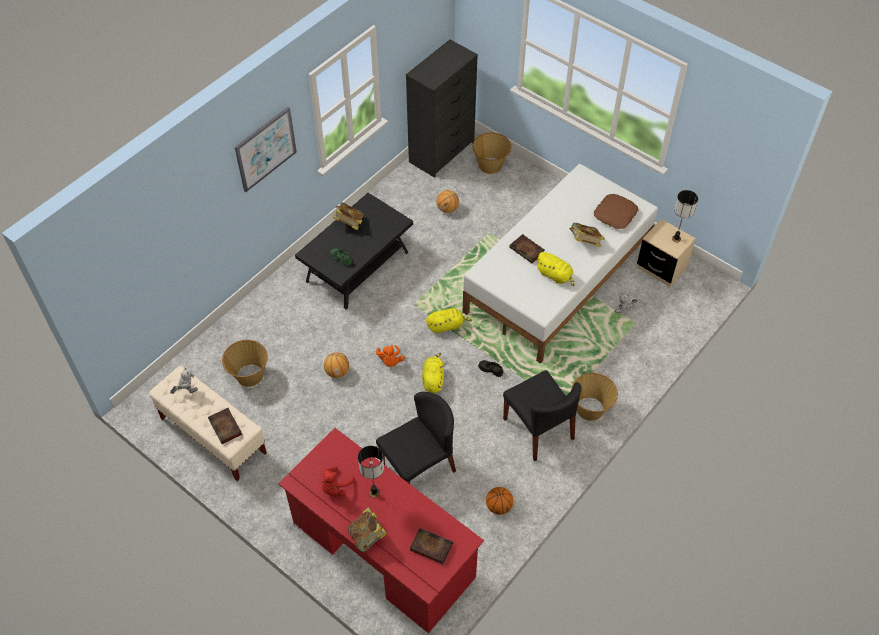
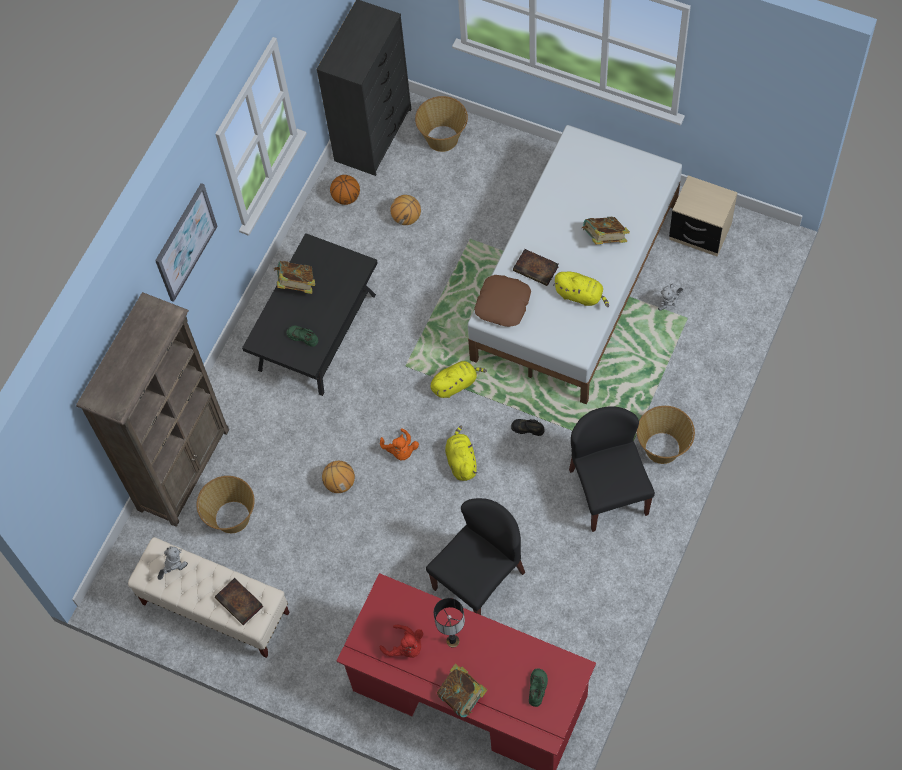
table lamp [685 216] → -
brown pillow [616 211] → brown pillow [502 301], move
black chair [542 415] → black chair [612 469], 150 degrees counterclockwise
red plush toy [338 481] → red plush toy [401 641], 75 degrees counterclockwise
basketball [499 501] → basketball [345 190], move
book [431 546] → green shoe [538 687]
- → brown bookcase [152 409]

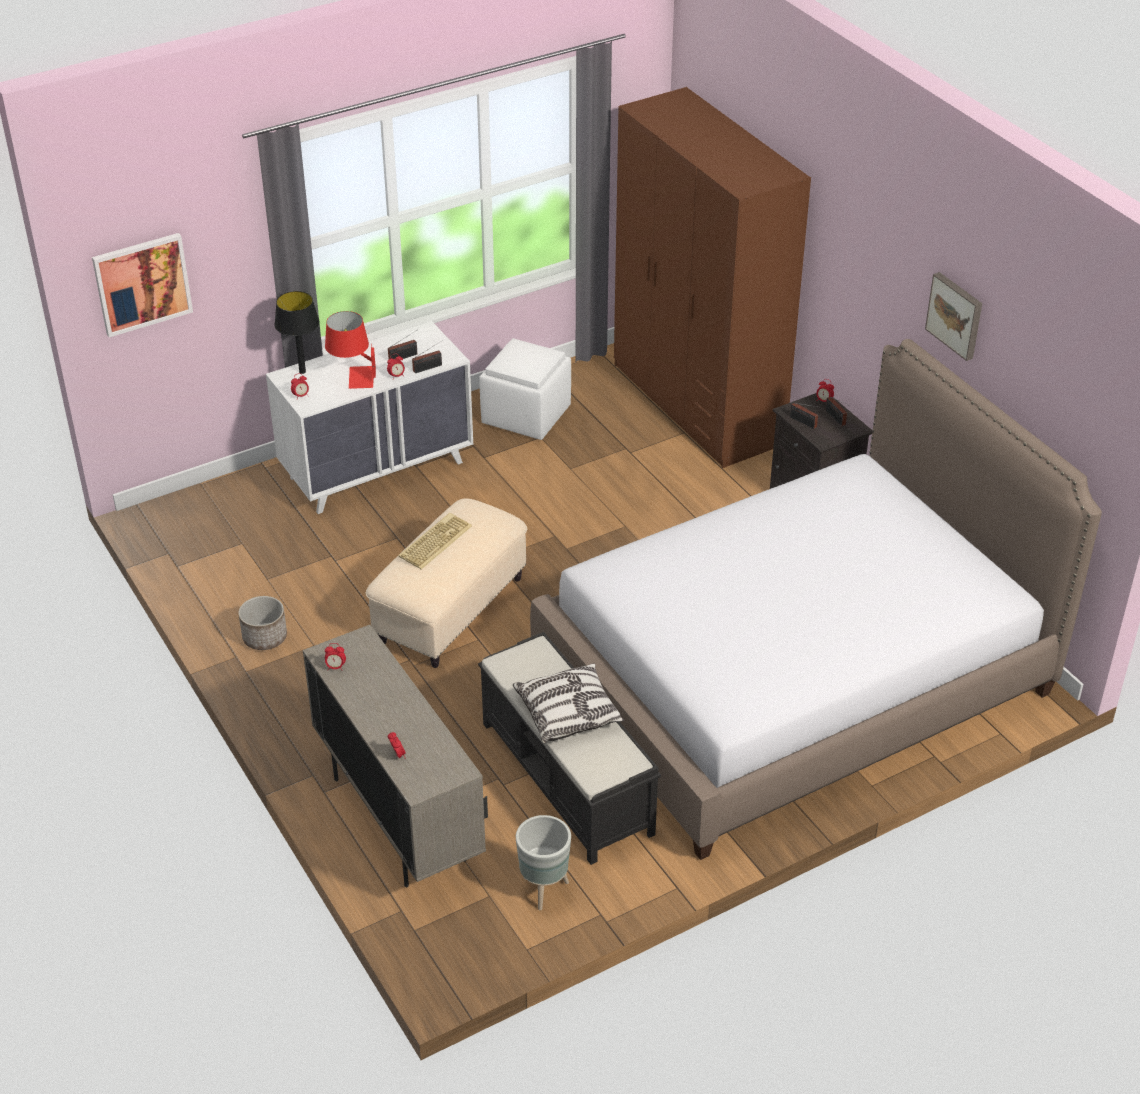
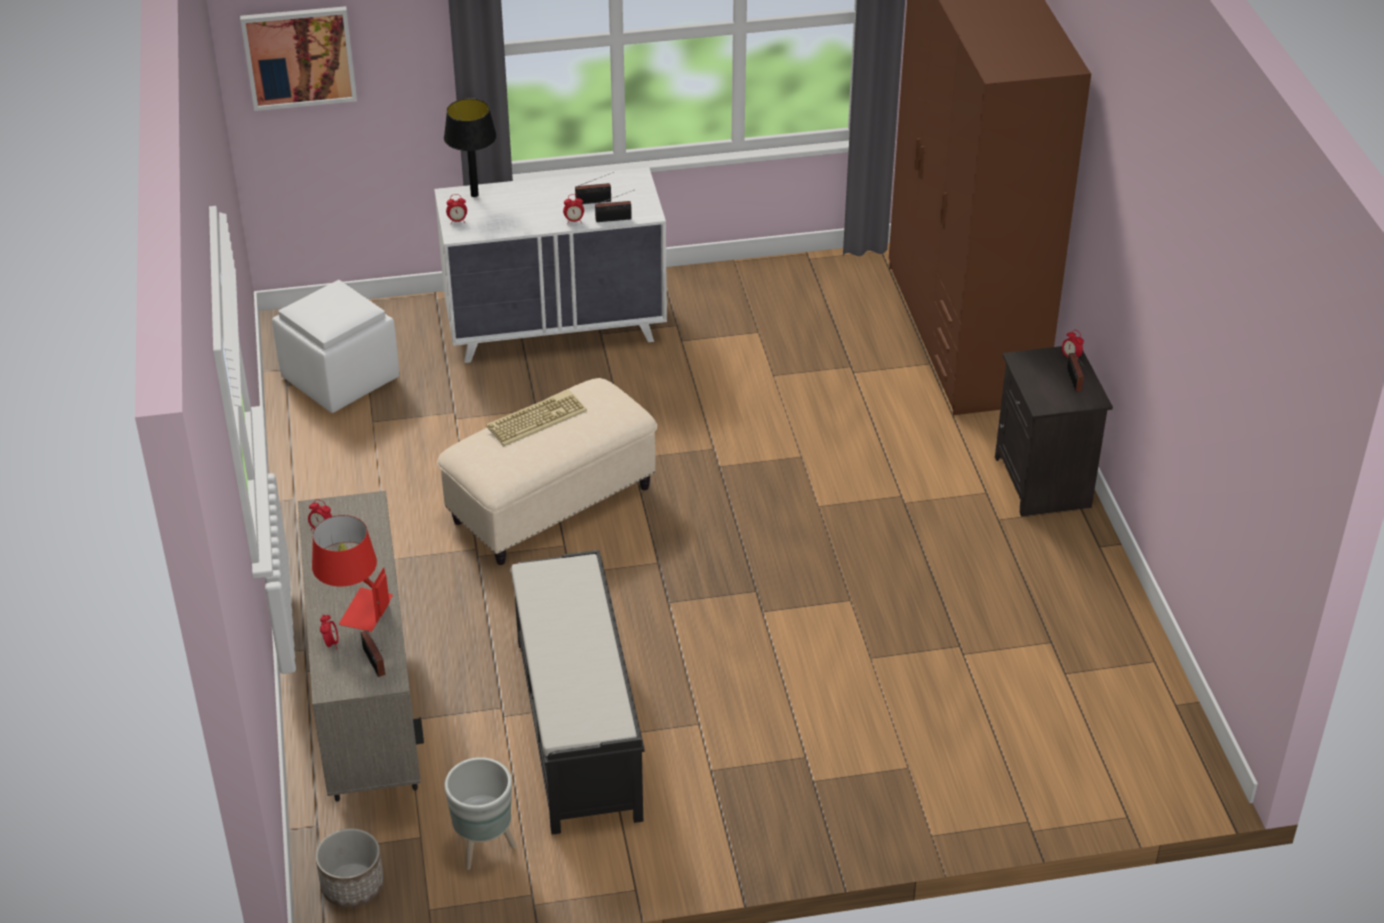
picture [953 316] → -
red table lamp [350 350] → red table lamp [352 573], move
white ottoman [525 389] → white ottoman [336 346], move
bed [816 599] → -
radio [805 416] → radio [373 653], move
planter [262 623] → planter [350 868], move
pillow [568 703] → -

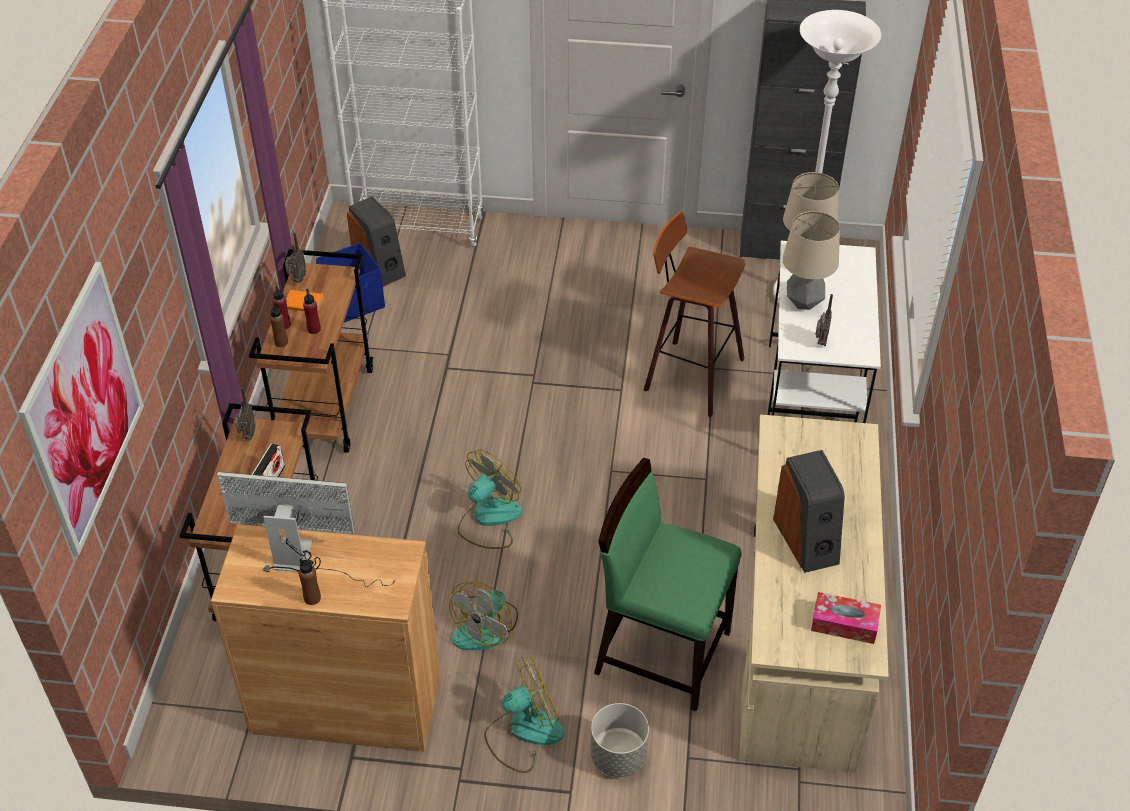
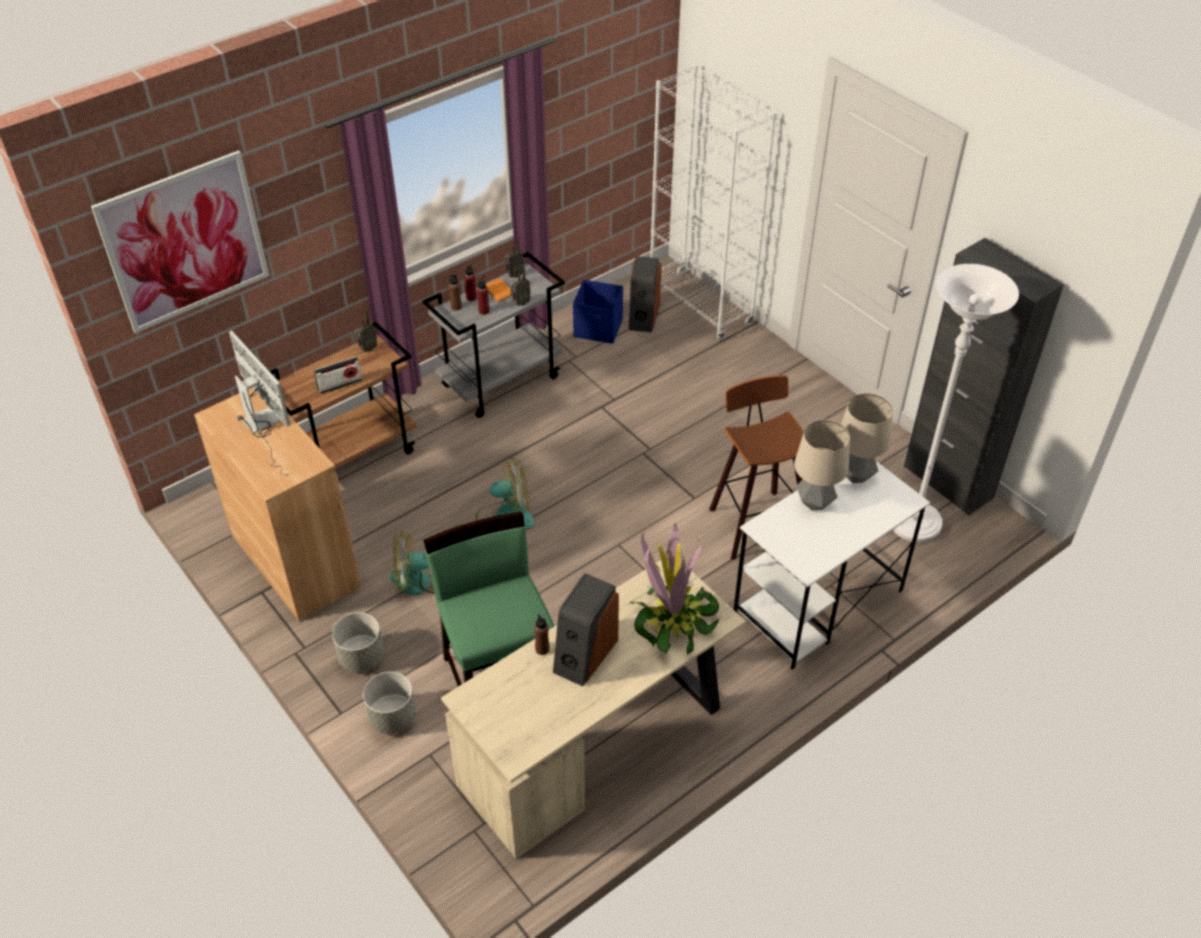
brown cart [311 351] → grey cart [493 335]
radio [824 320] → radio [520 285], move
brown bottle [310 581] → brown bottle [542 634], move
tissue box [846 618] → -
fan [524 714] → grey planter [358 642]
- → potted plant [674 589]

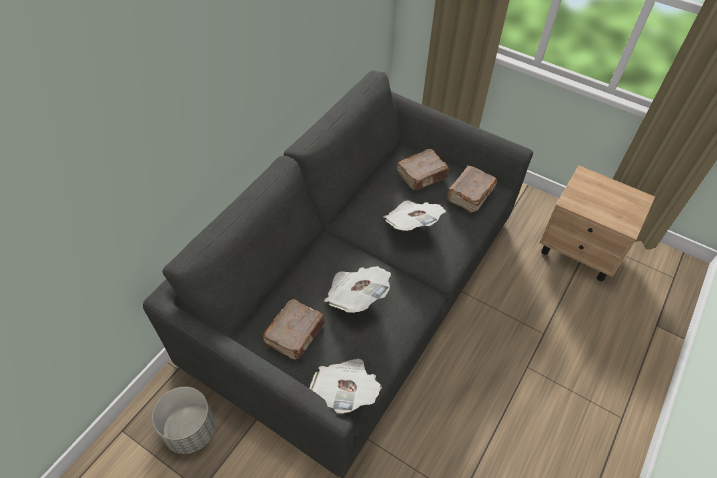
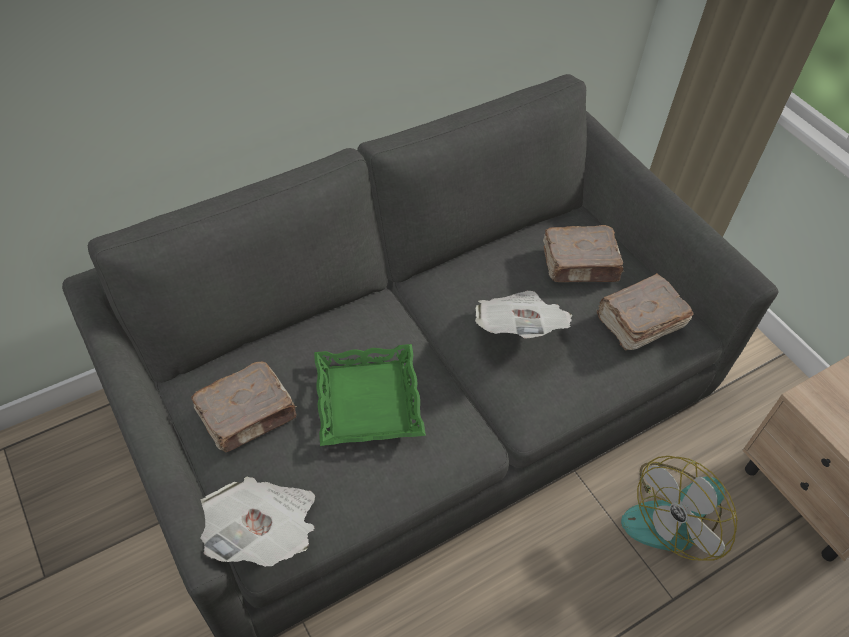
newspaper [358 289] → green tray [370 395]
grey planter [183 420] → -
- → fan [679 508]

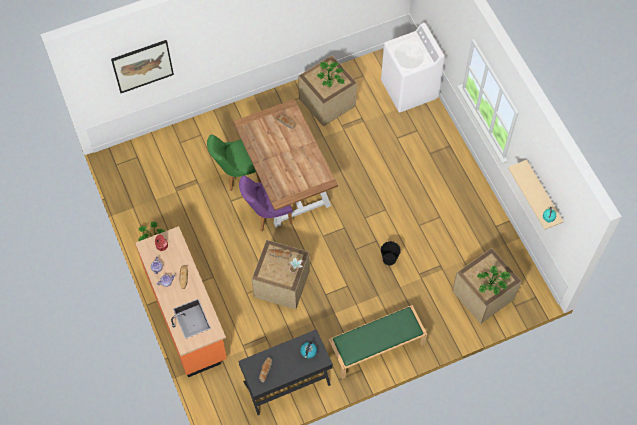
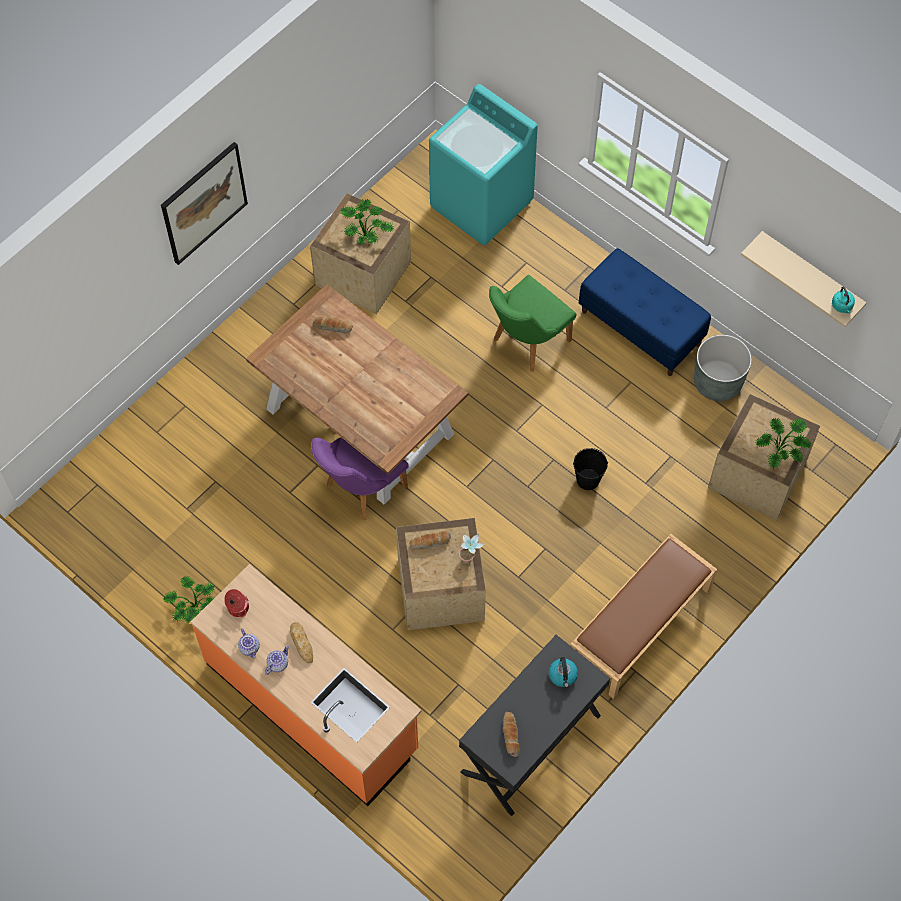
white washing machine [413 68] → turquoise washing machine [483 164]
picture [142 66] → picture [204 203], move
green chair [234 162] → green chair [533 323], move
green bench [377 342] → brown bench [643 616]
- → blue bench [645 312]
- → grey planter [723 368]

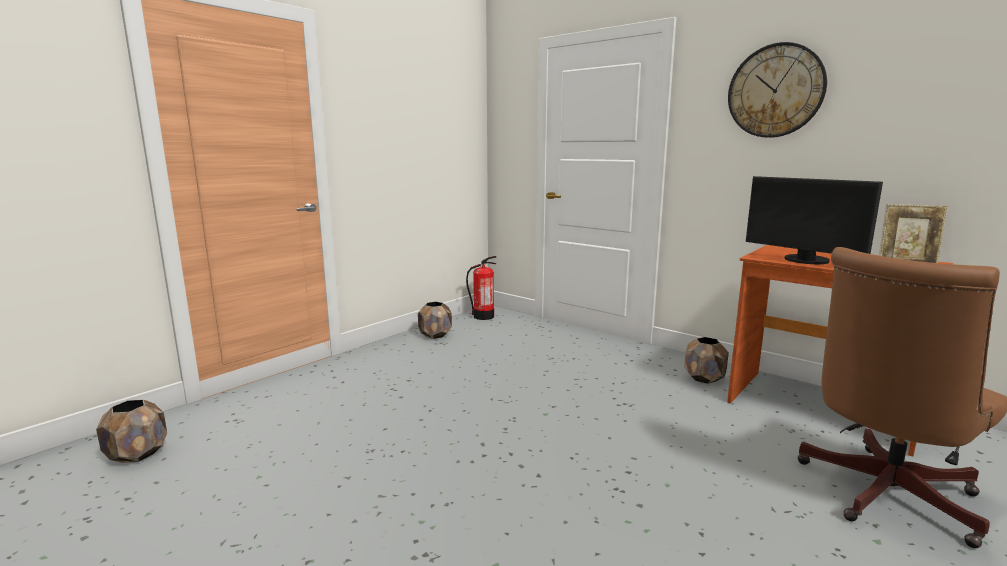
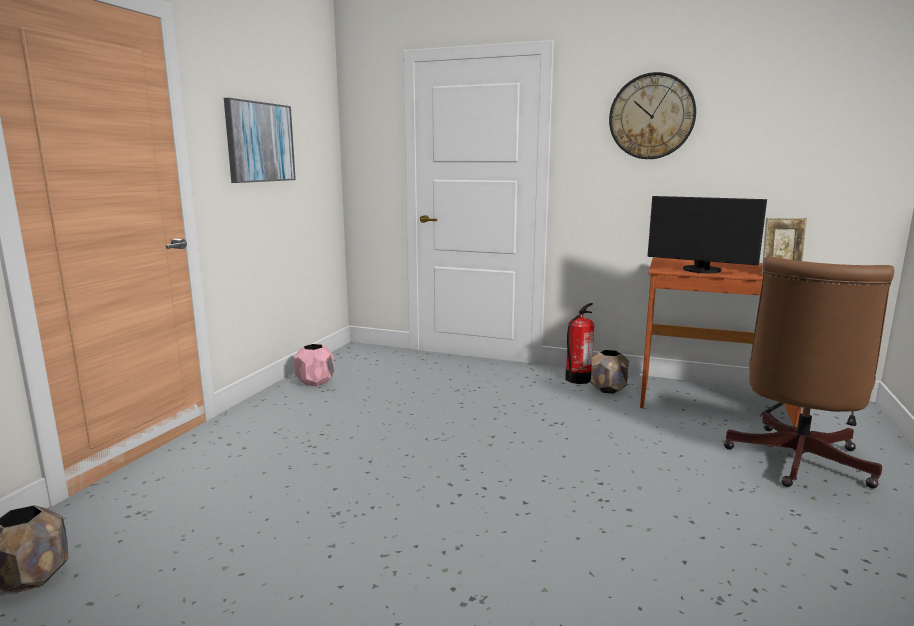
fire extinguisher [481 288] → fire extinguisher [579 343], move
brown planter [435 320] → pink planter [314 365]
- → picture [260 140]

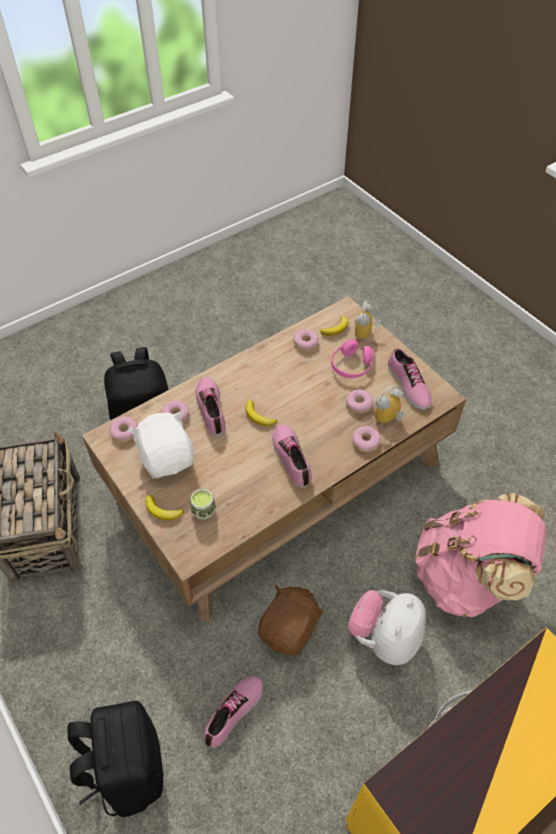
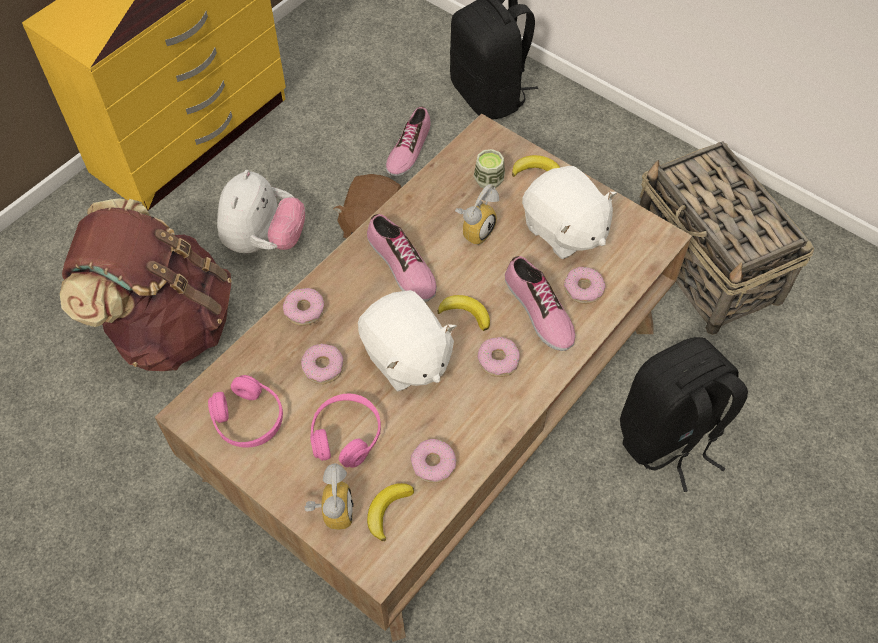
shoe [410 379] → pink headphones [245 411]
alarm clock [390 405] → alarm clock [477 215], move
donut [123 429] → donut [498 357], move
pink backpack [481 555] → brown backpack [146 284]
- → white plush toy [407 341]

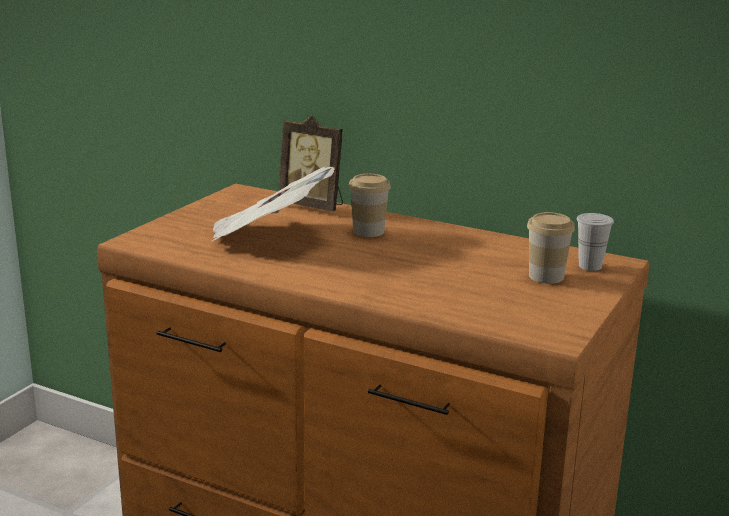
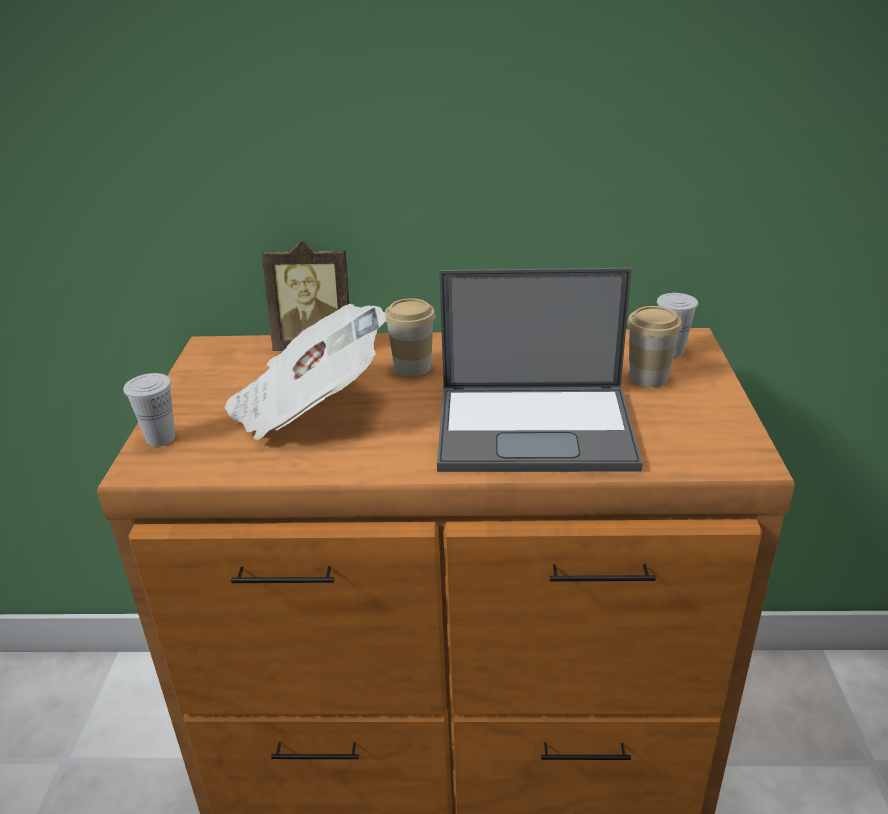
- → laptop [540 370]
- → white cup [149 409]

